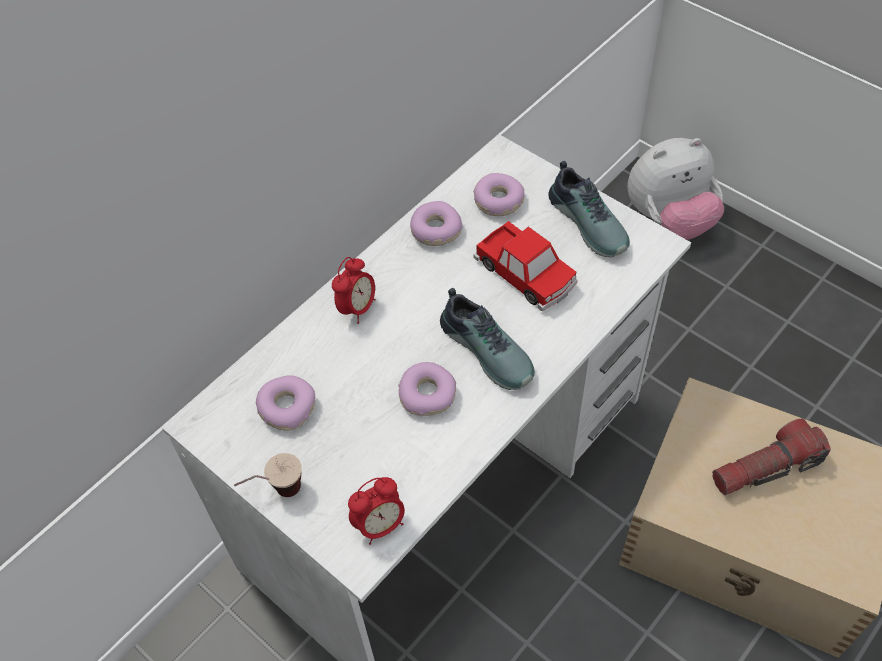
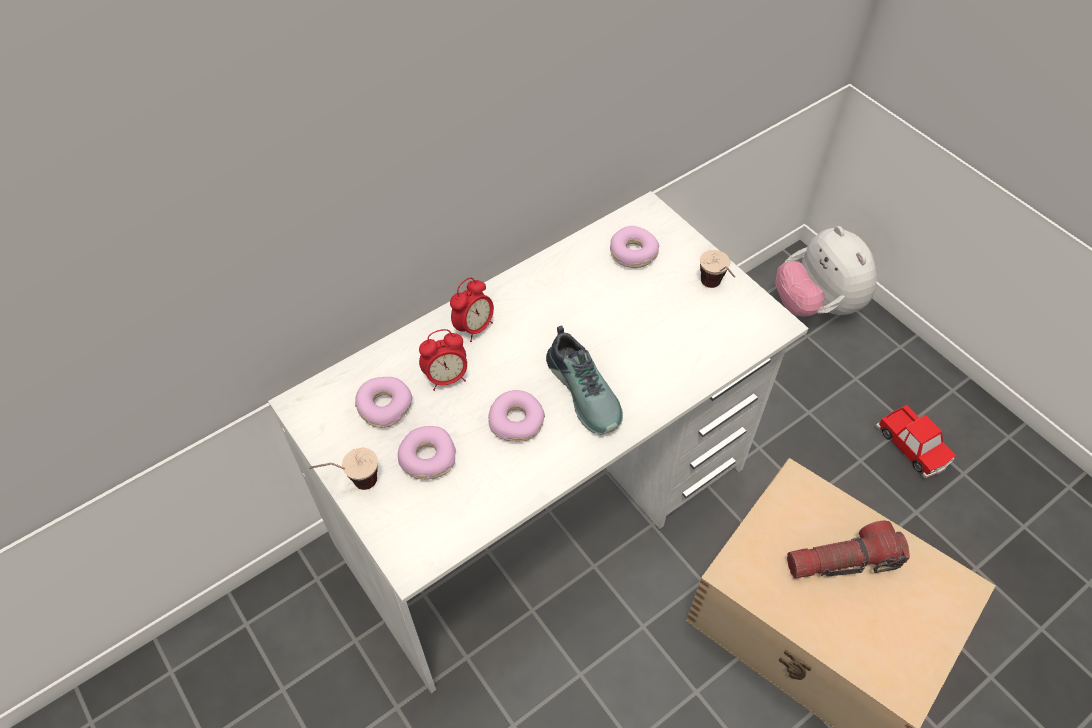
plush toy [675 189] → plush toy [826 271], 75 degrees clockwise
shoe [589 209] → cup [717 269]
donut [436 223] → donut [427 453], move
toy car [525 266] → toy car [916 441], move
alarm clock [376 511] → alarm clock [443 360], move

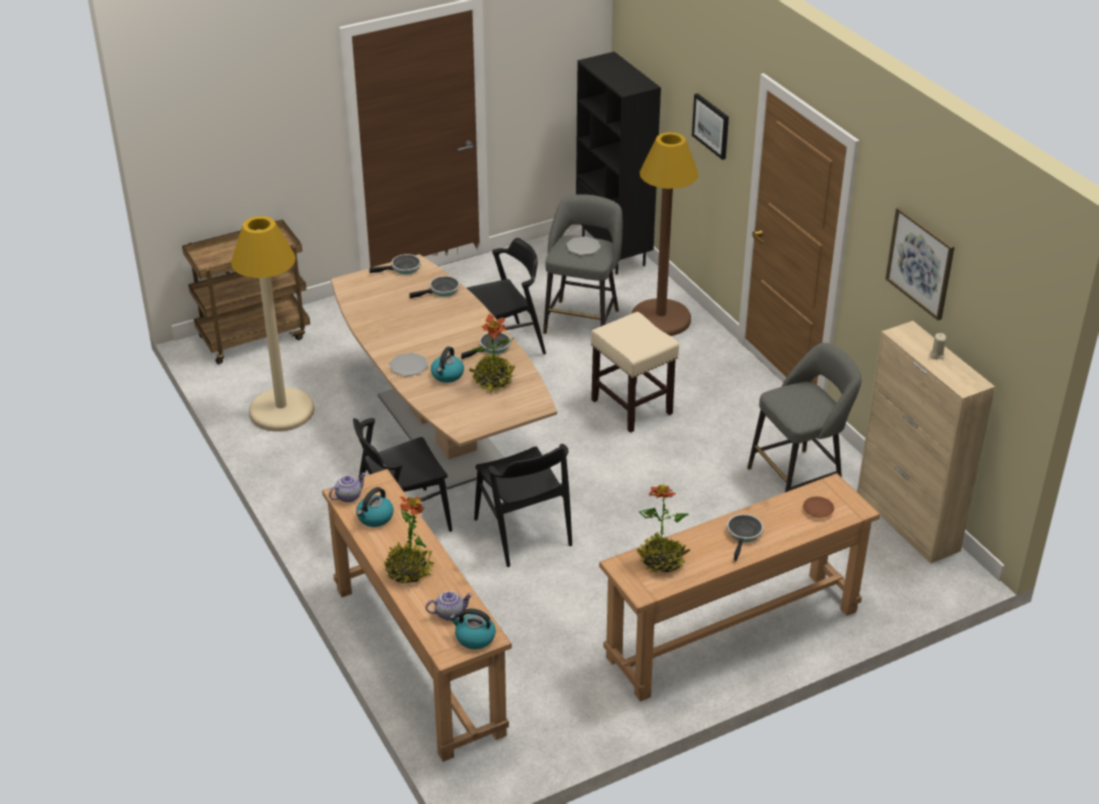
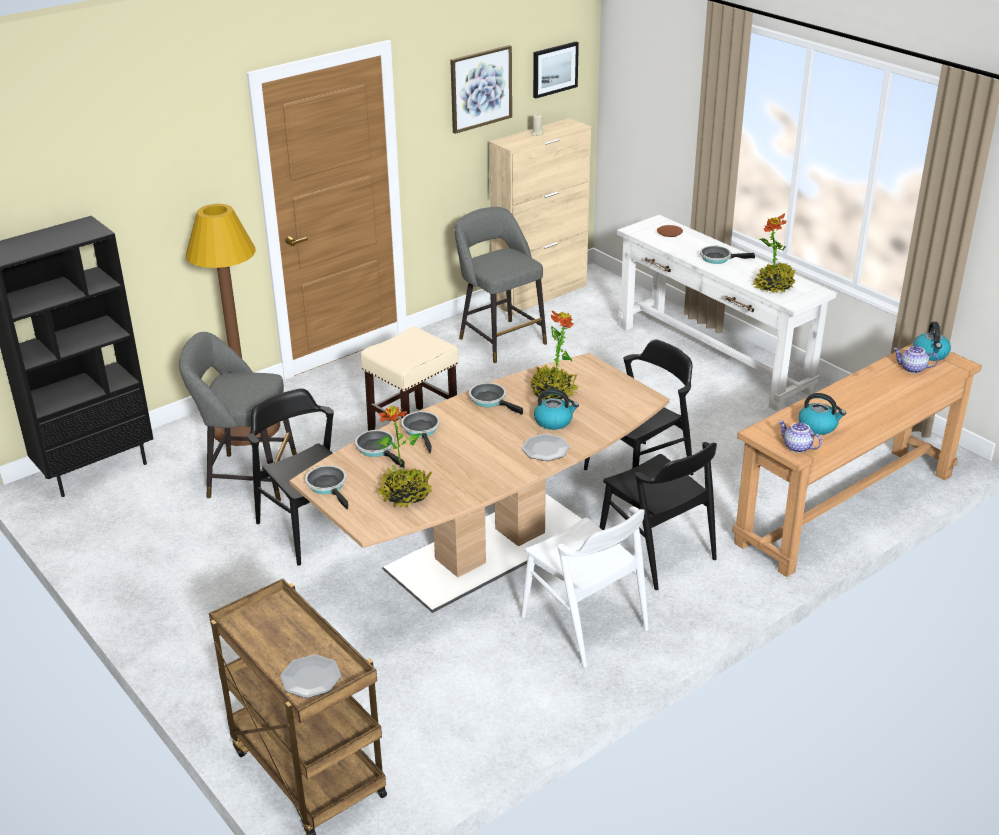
picture [710 126] → picture [556 70], move
beige floor lamp [273 324] → -
plate [583 245] → plate [310 676], move
brown console table [739 587] → white console table [727 313]
potted plant [409 539] → potted plant [403 456], move
teapot [449 606] → teapot [915 359], 45 degrees counterclockwise
- → frying pan [420 432]
- → white chair [585 587]

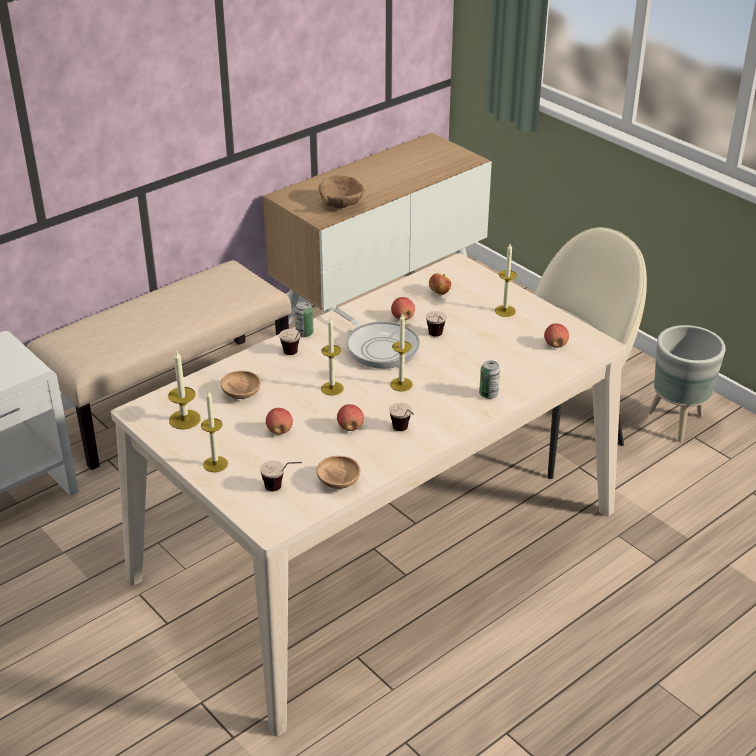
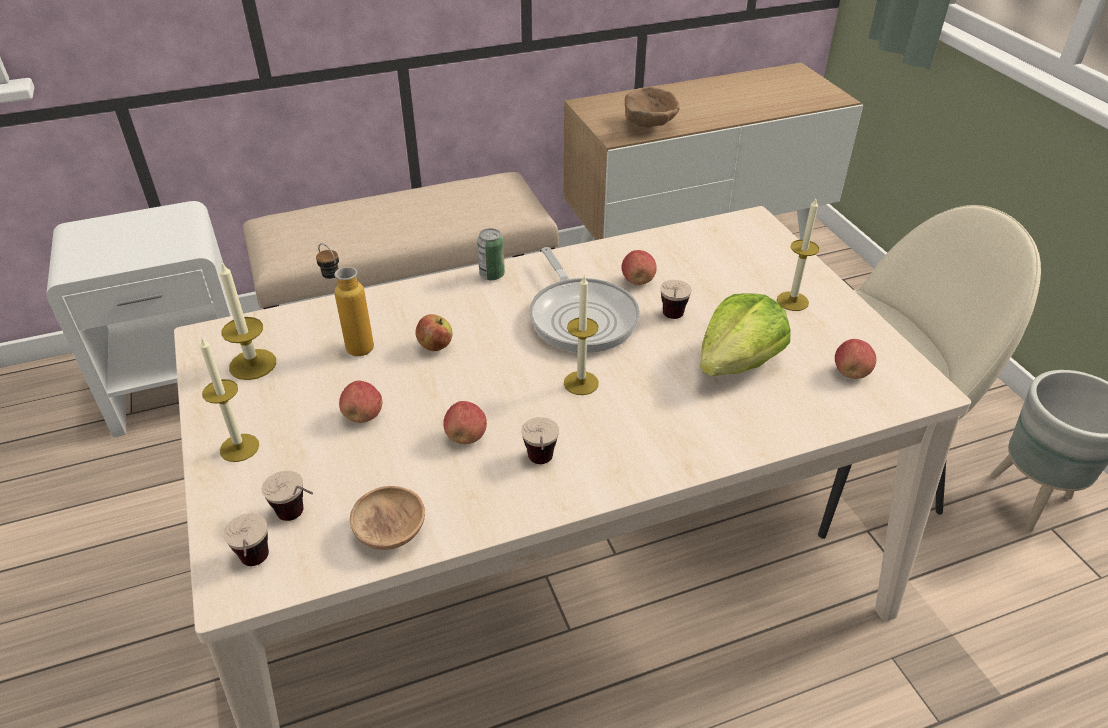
apple [440 284] → apple [433 332], move
candle [332 356] → -
cup [293 342] → cup [246 539], move
can [489 379] → -
brown bowl [240 385] → bottle [345 299]
- → lettuce [745 334]

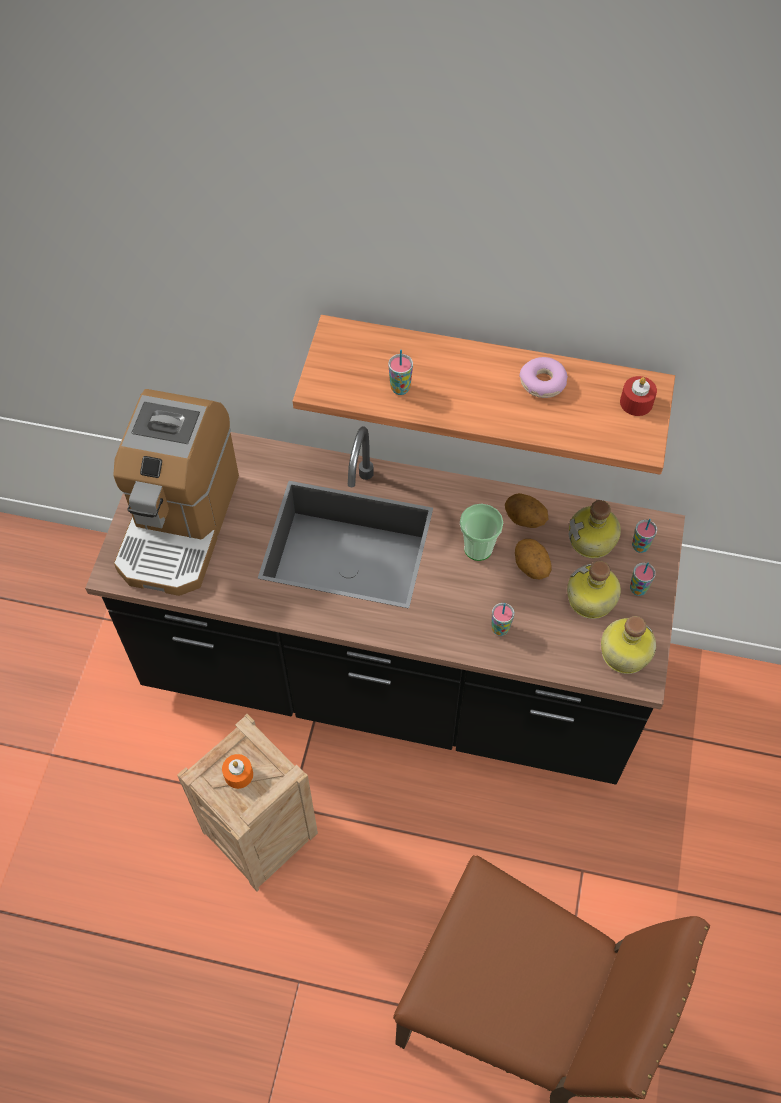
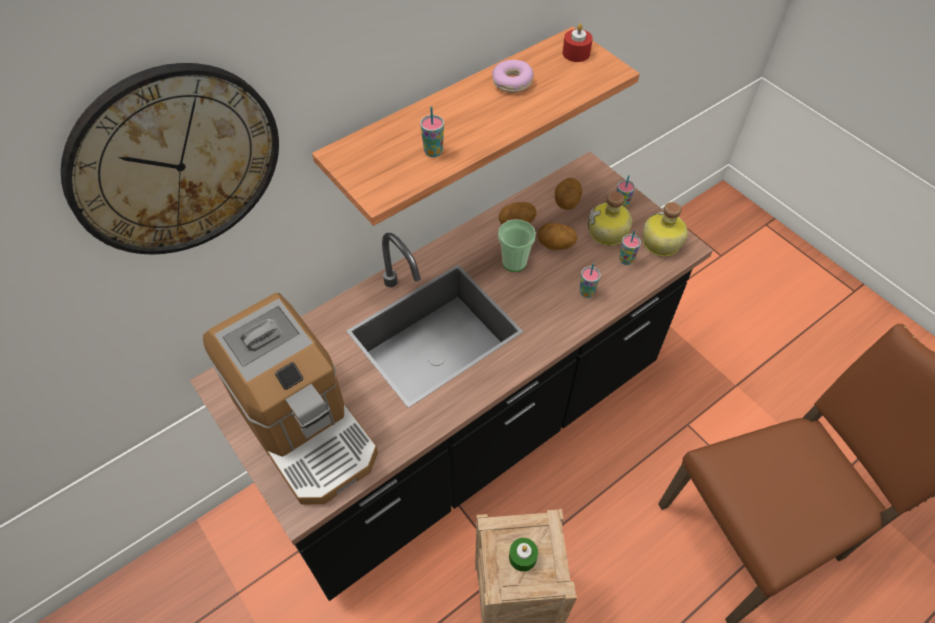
bottle [595 529] → potato [568 194]
cup [644 536] → cup [630 247], move
orange candle [237 771] → green candle [523 555]
- → wall clock [170 159]

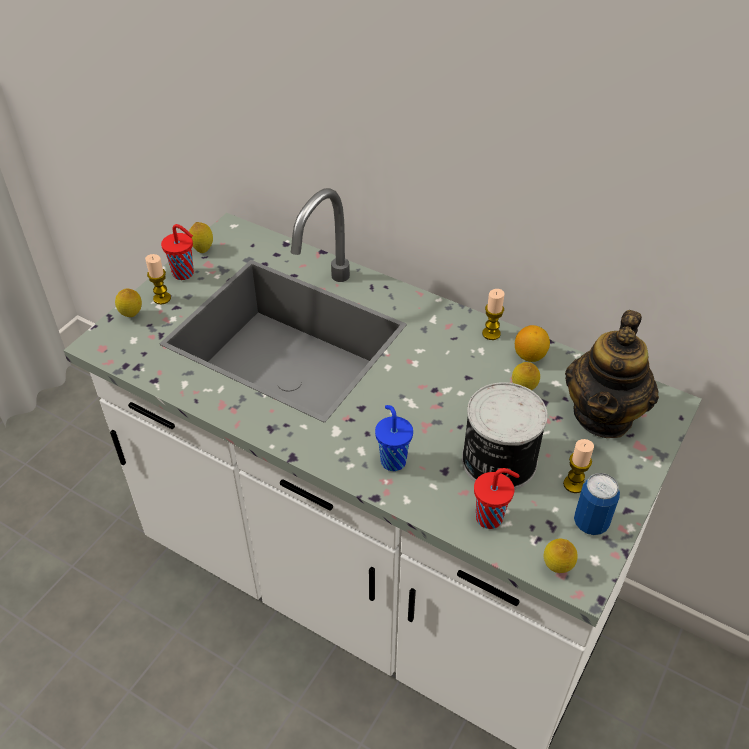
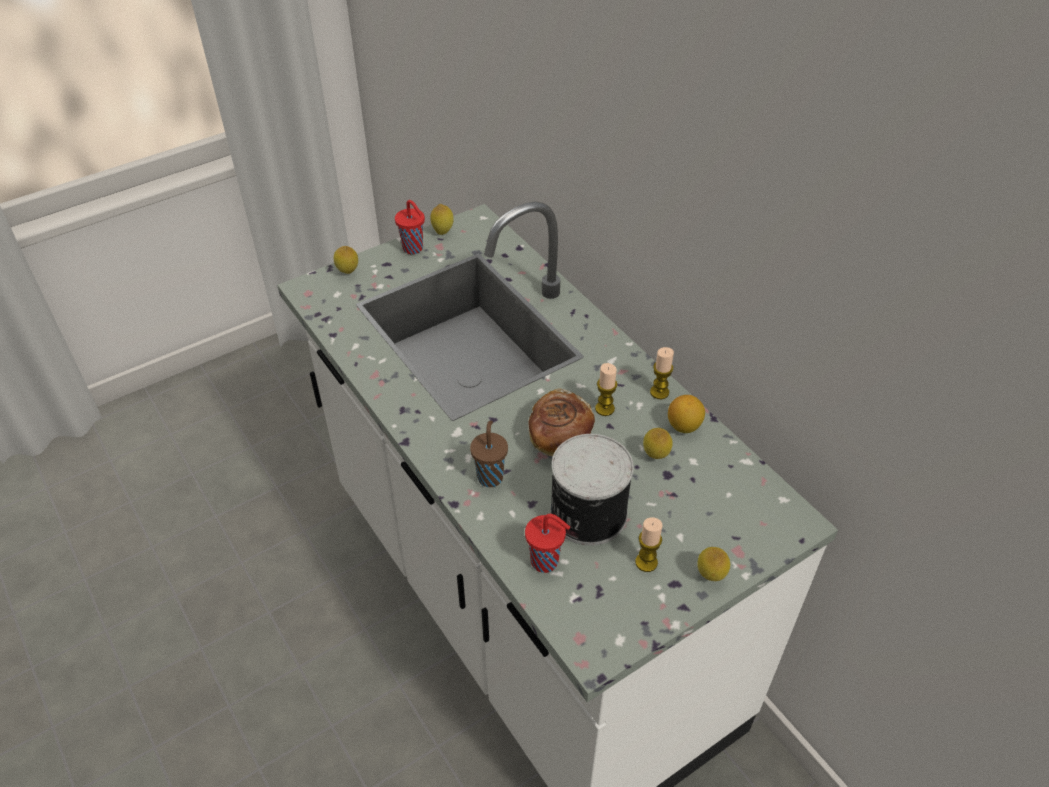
candle [158 279] → candle [606 389], move
teapot [612 374] → -
blue cup [394 438] → brown cup [489 453]
can [597 504] → -
lemon [560 555] → lemon [714 564], move
- → bread [561 422]

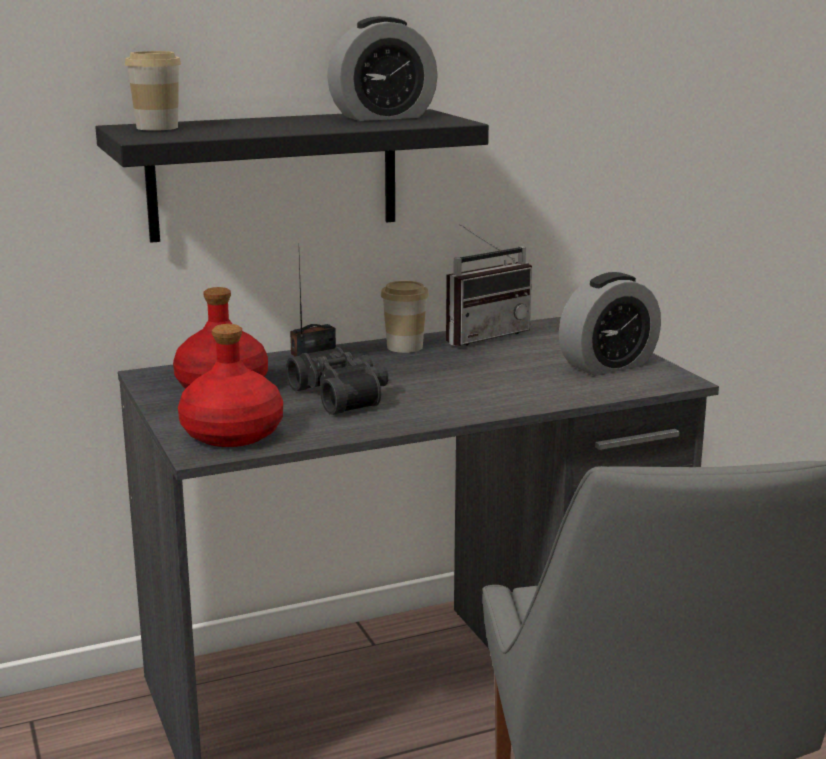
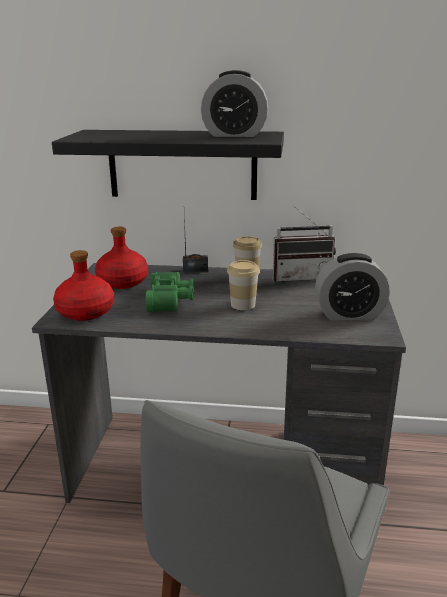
cup [153 91] → cup [243 285], move
black binoculars [337 381] → green binoculars [169 292]

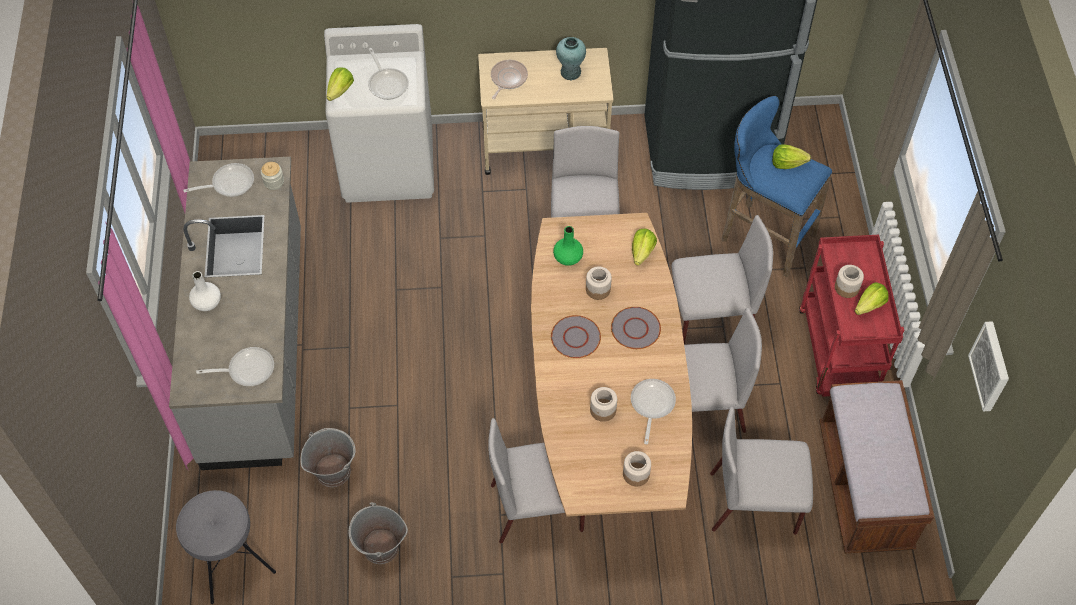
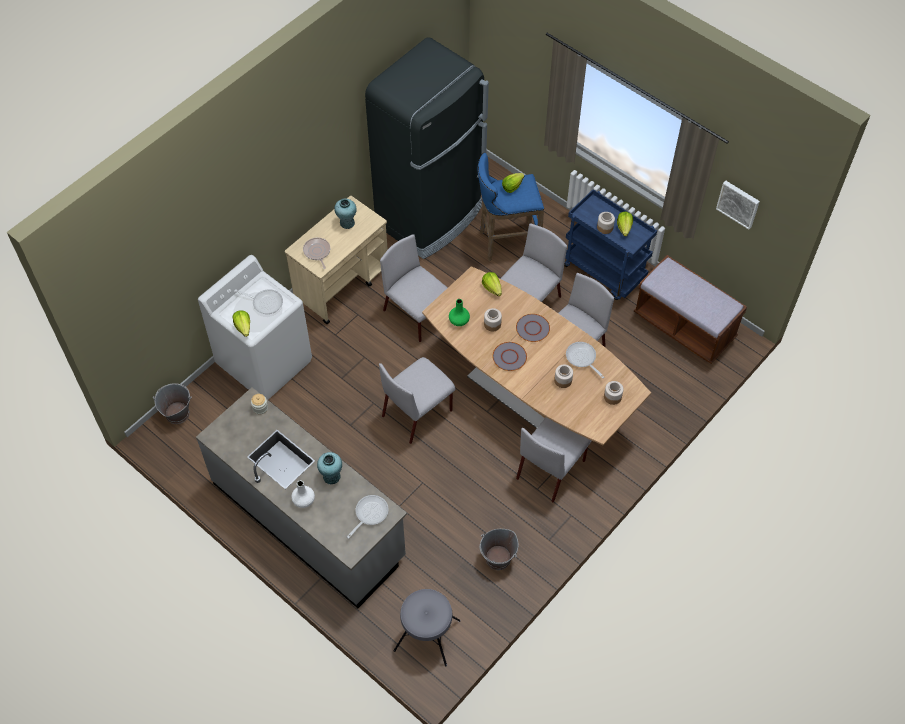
frying pan [218 180] → -
red cart [851 316] → blue cart [610 244]
grey chair [761 470] → grey chair [417 400], move
grey bucket [328 457] → grey bucket [172 403], move
- → turquoise vase [329 468]

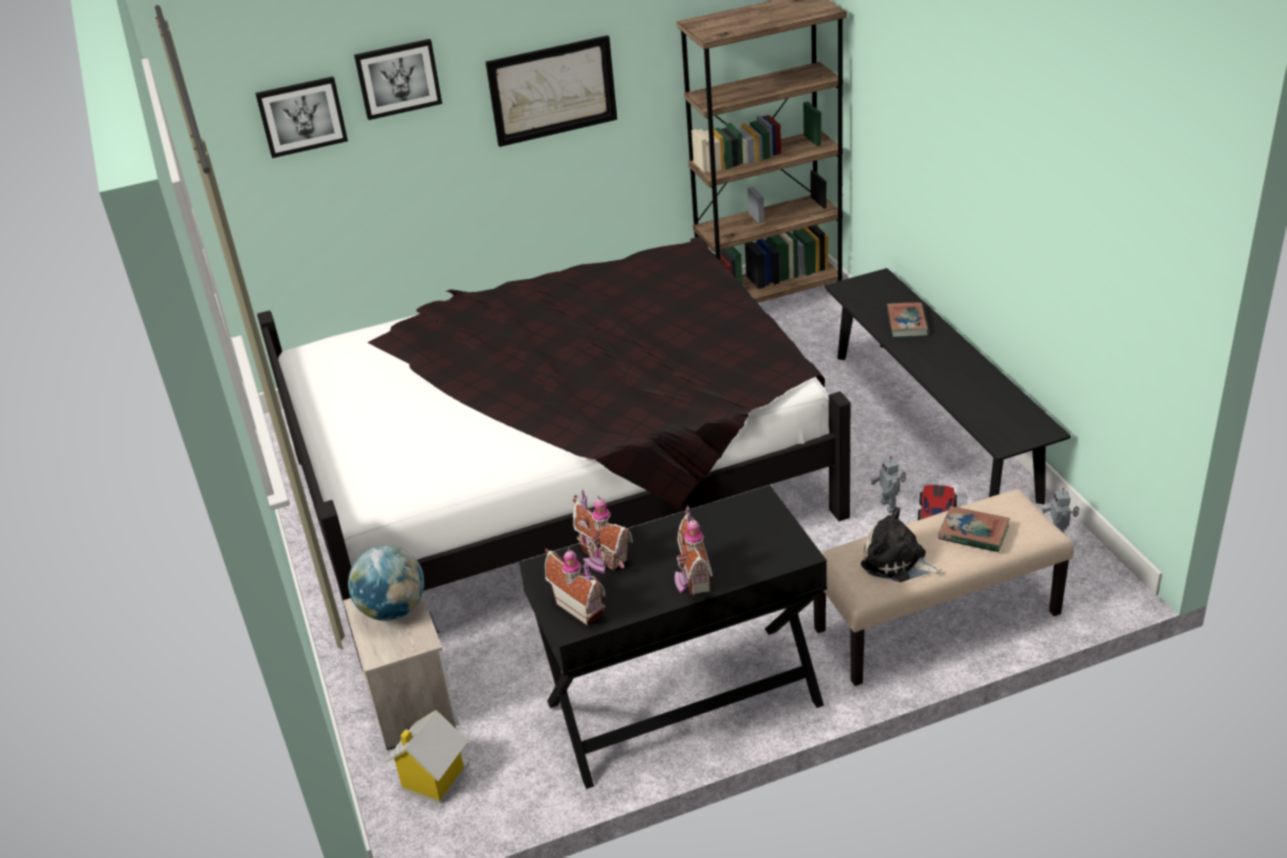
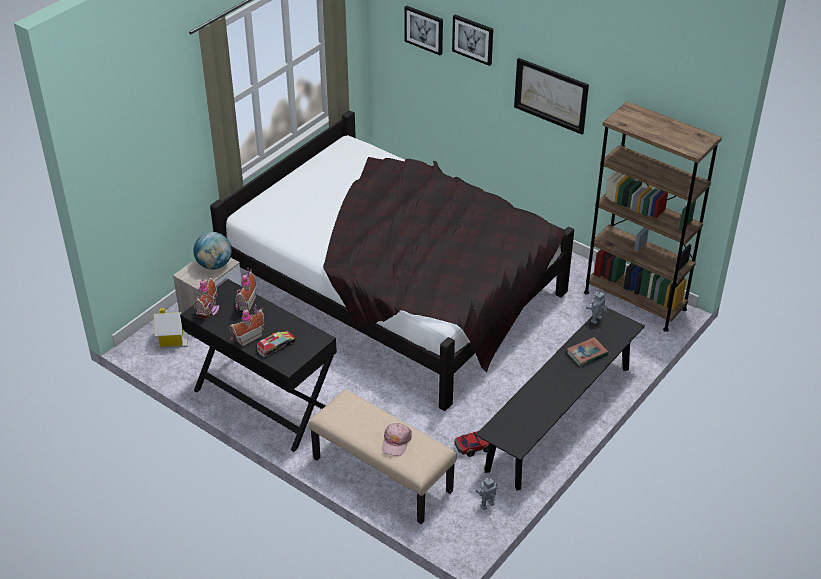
toy robot [888 484] → toy robot [596 307], move
book [974 529] → pink cap [397 439]
plush toy [902 544] → -
- → toy truck [276 344]

